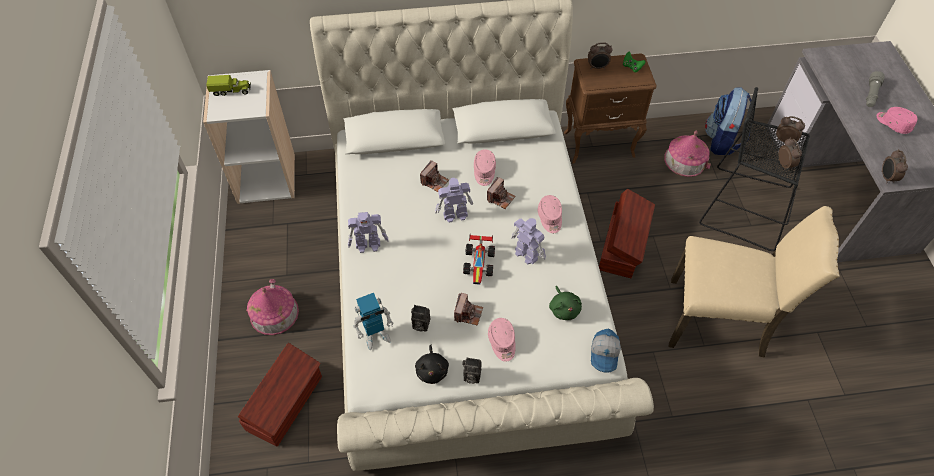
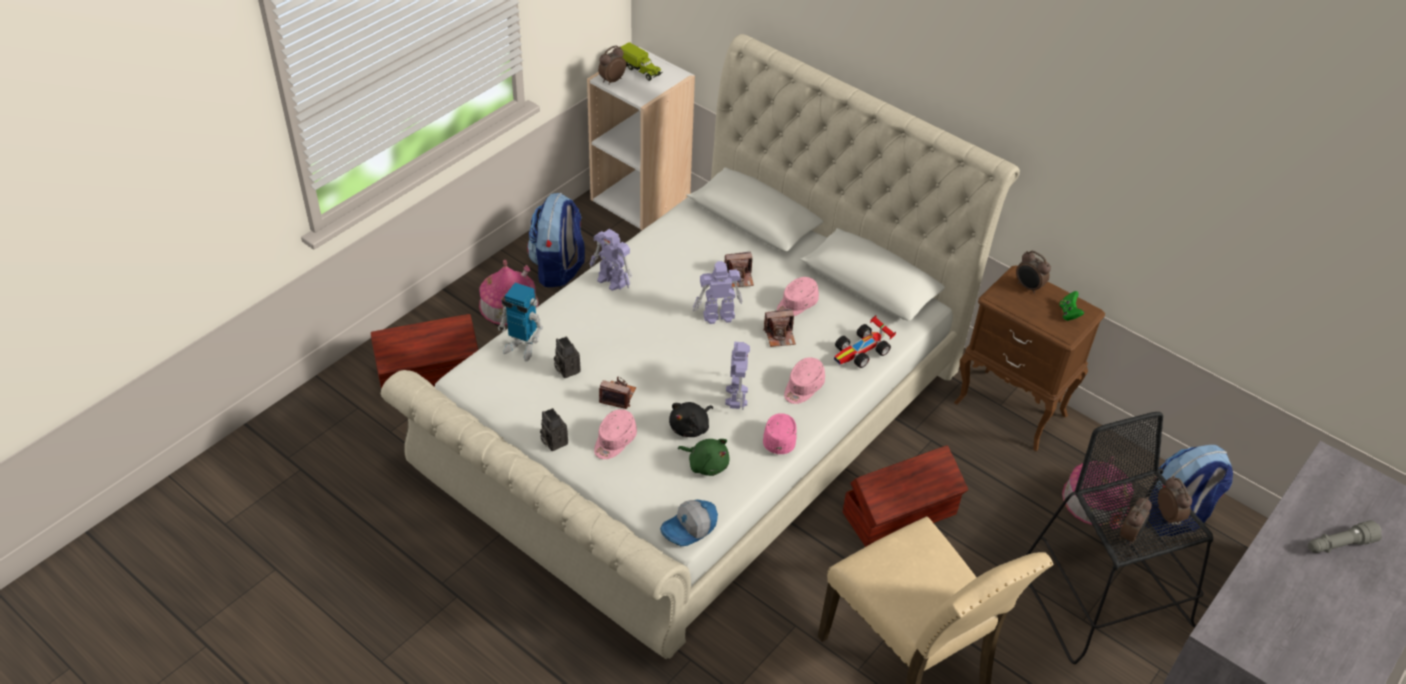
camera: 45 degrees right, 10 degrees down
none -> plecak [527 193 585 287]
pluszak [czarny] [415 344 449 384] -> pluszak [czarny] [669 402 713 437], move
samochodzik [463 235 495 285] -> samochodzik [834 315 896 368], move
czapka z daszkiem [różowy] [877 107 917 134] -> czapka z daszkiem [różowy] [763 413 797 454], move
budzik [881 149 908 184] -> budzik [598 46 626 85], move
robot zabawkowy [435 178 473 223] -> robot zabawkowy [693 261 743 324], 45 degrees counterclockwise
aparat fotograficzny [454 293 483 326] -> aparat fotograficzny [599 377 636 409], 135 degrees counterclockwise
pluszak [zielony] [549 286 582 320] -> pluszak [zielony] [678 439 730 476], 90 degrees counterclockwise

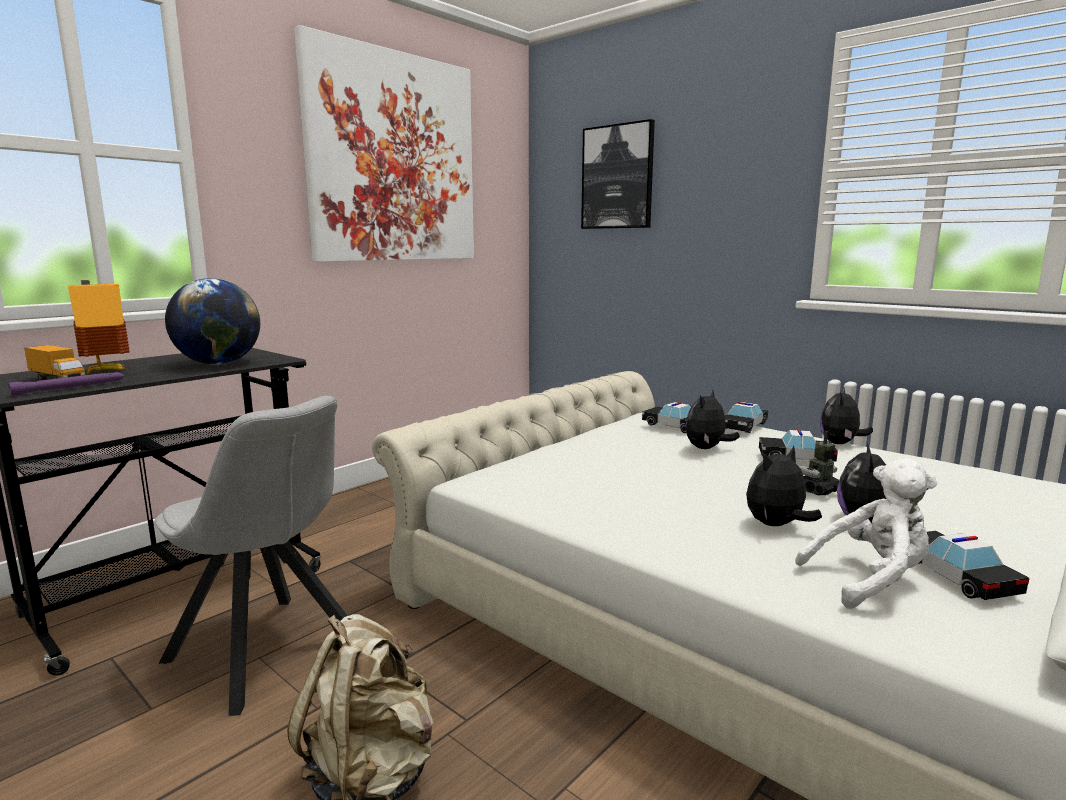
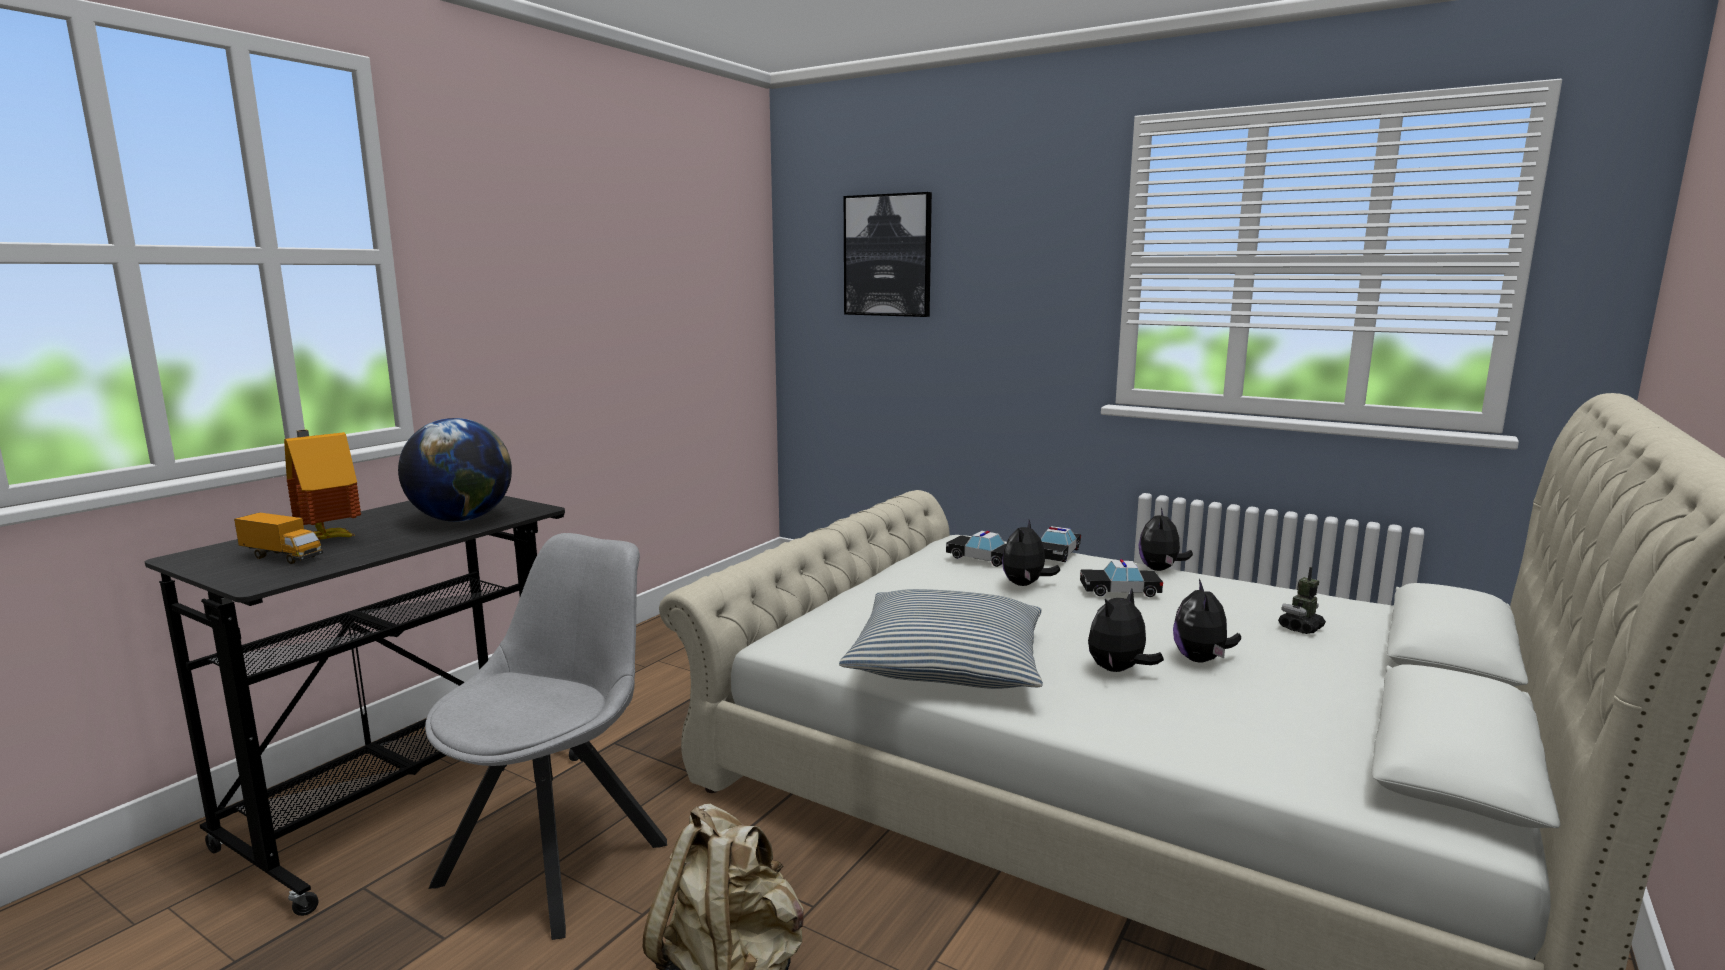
camera: 10 degrees left, 0 degrees up
latarka [fioletowy] [8 372 124 396] -> none
obraz [294 25 474 262] -> none
pluszak [biały] [795 458 937 609] -> none
samochodzik [918 531 1029 600] -> none
none -> poduszka [839 589 1043 689]
robot zabawkowy [799 431 839 496] -> robot zabawkowy [1278 567 1326 634], move
krzesło [szary] [155 396 350 716] -> krzesło [szary] [425 533 667 940], 90 degrees counterclockwise

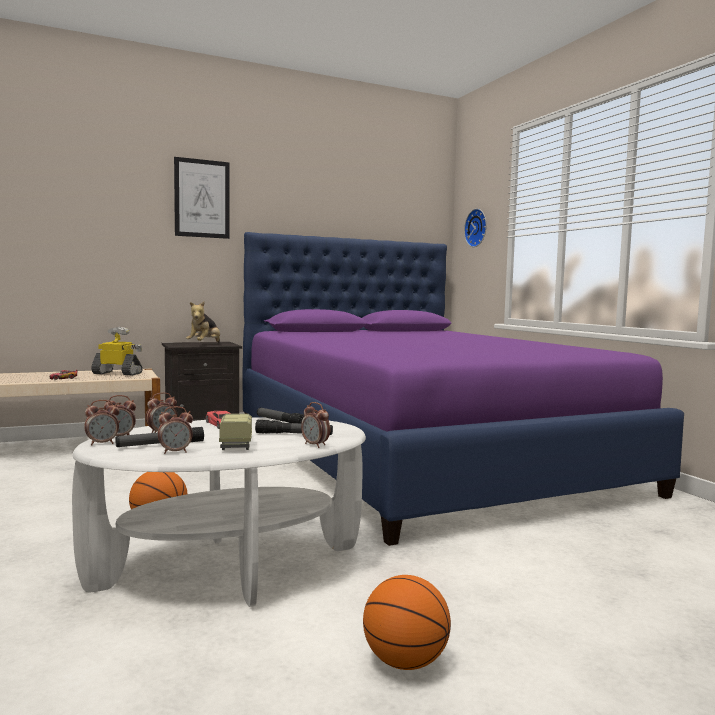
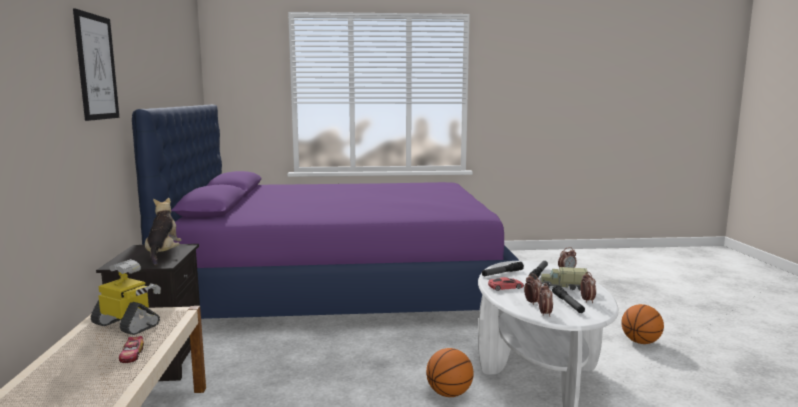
camera: 70 degrees left, 5 degrees up
budzik [84 400 119 445] -> none
zegar ścienny [464 209 487 247] -> none
robot zabawkowy [91 327 142 375] -> robot zabawkowy [91 259 161 335], 90 degrees clockwise
pluszak [186 301 220 343] -> pluszak [145 198 182 265], 135 degrees counterclockwise

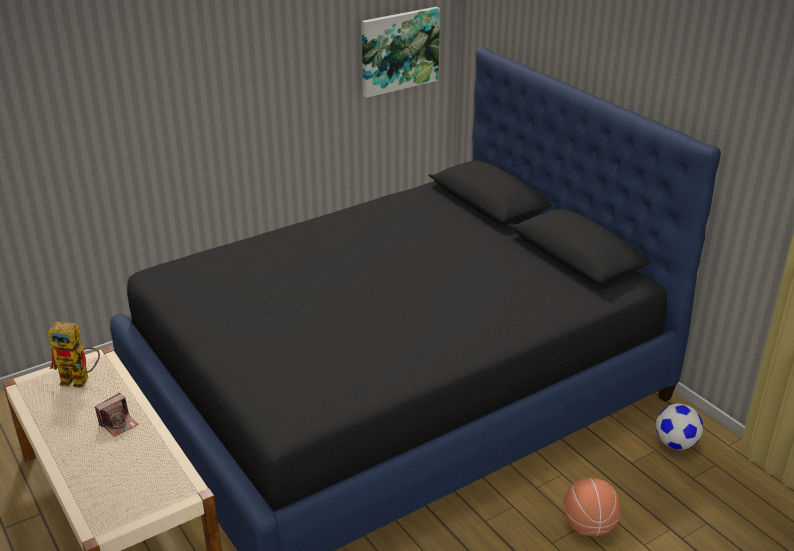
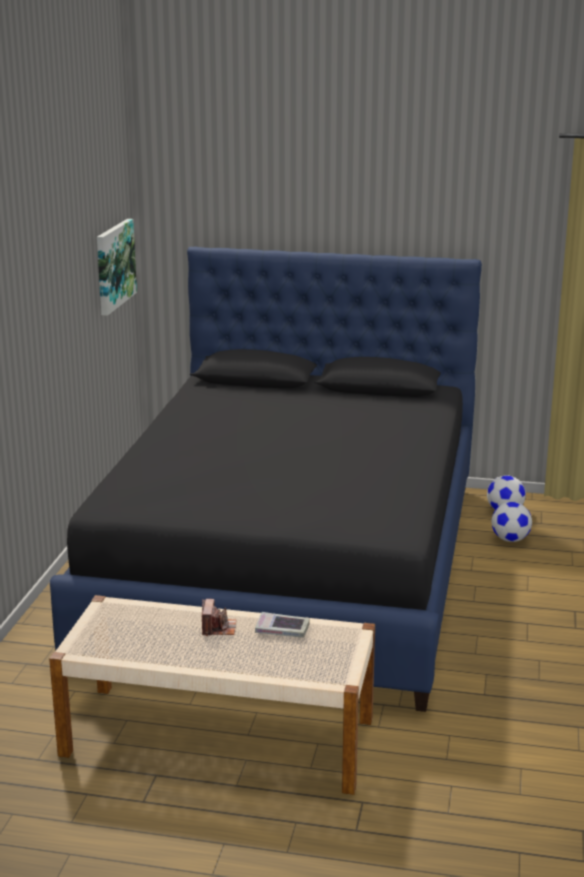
camera: 45 degrees left, 10 degrees down
robot zabawkowy [48 322 100 388] -> none
piłka do koszykówki [564 478 621 536] -> none
none -> książka [255 612 310 638]
none -> piłka futbolowa [491 502 532 542]

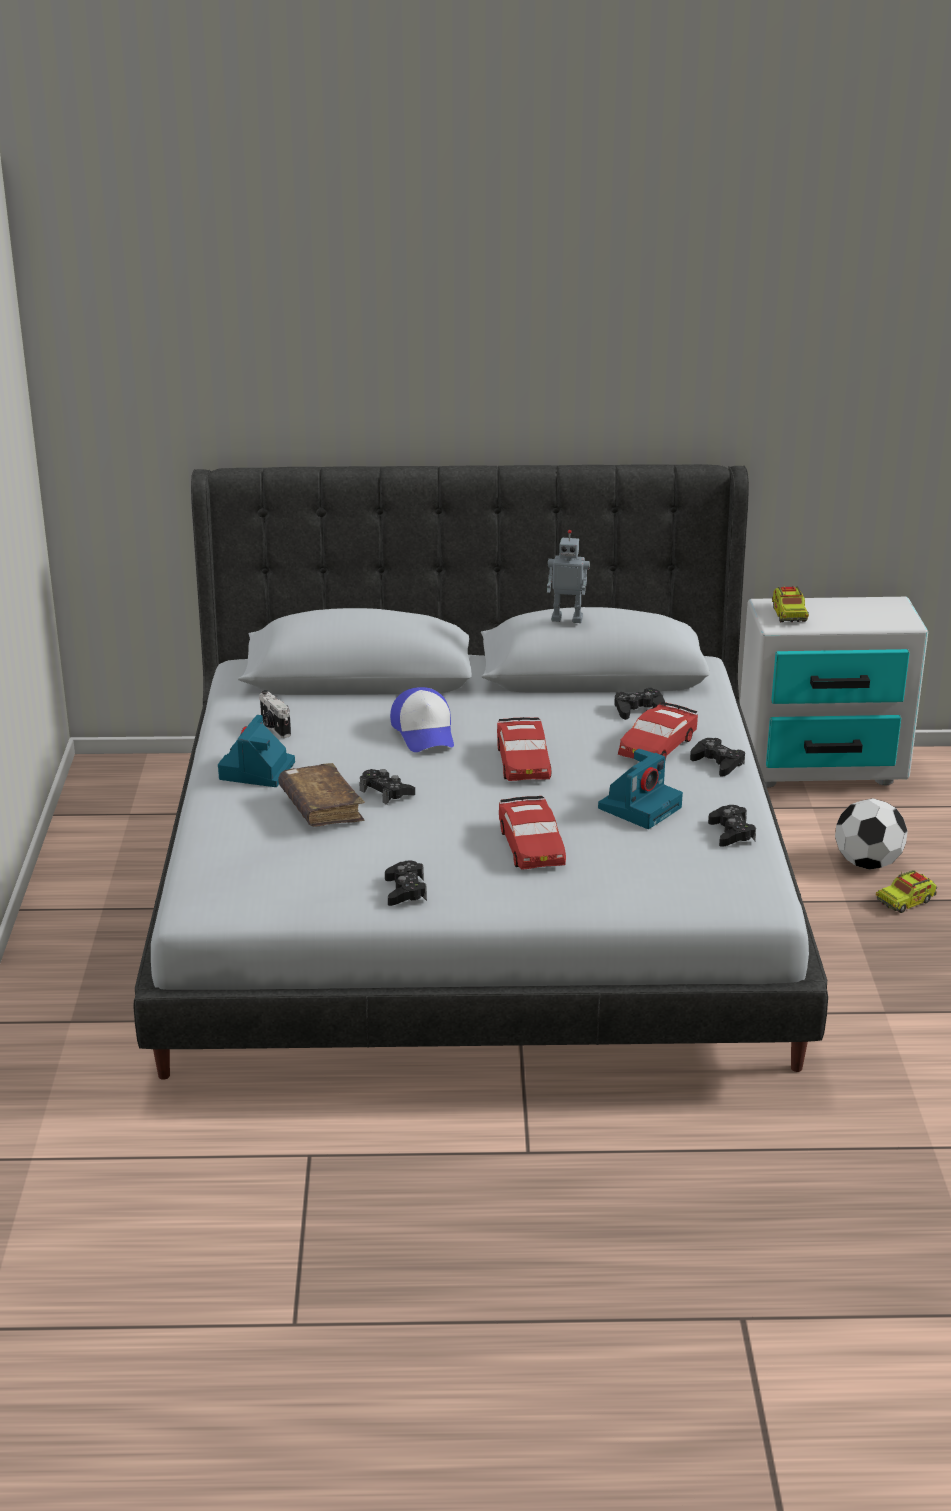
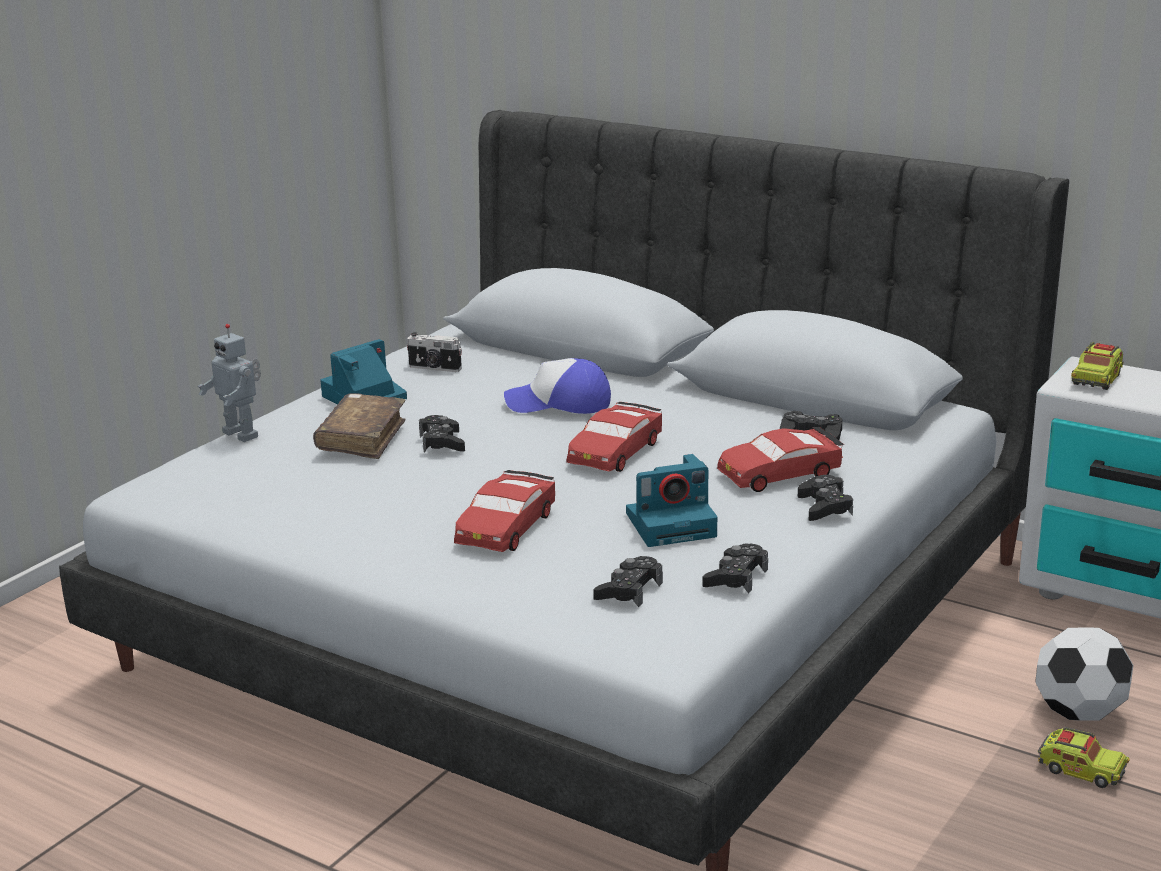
camera: 35 degrees right, 5 degrees down
pad do gier [czarny] [385 860 427 906] -> pad do gier [czarny] [593 556 663 607], move
robot zabawkowy [547 530 590 623] -> robot zabawkowy [198 324 261 442], move
aparat fotograficzny [259 690 291 738] -> aparat fotograficzny [407 332 462 372], 75 degrees counterclockwise
czapka z daszkiem [390 687 454 752] -> czapka z daszkiem [504 358 611 414], 75 degrees clockwise
ciężarówka zabawkowa [876 870 937 913] -> ciężarówka zabawkowa [1038 727 1130 788], 150 degrees counterclockwise

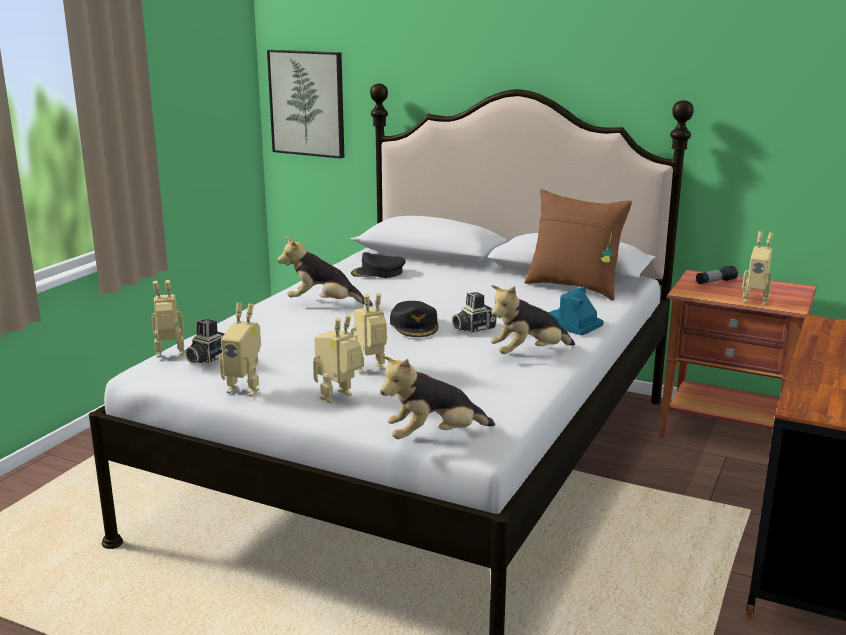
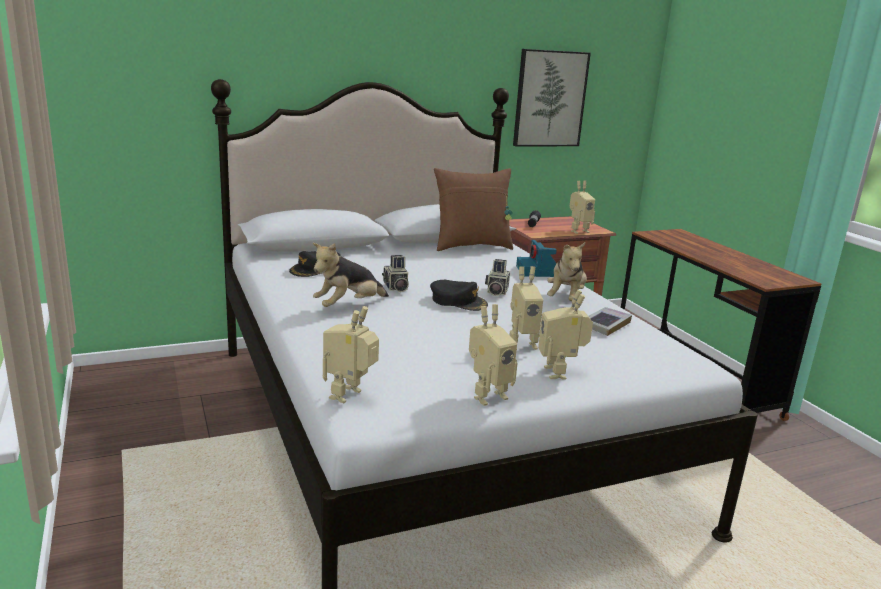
camera: 50 degrees left, 0 degrees up
pluszak [380 355 495 439] -> none
none -> książka [589 307 632 336]
aparat fotograficzny [185 319 225 364] -> aparat fotograficzny [382 255 409 292], move
obraz [267 50 344 158] -> obraz [513 49 591 147], move
robot zabawkowy [350 293 387 374] -> robot zabawkowy [509 266 543 350], 120 degrees counterclockwise

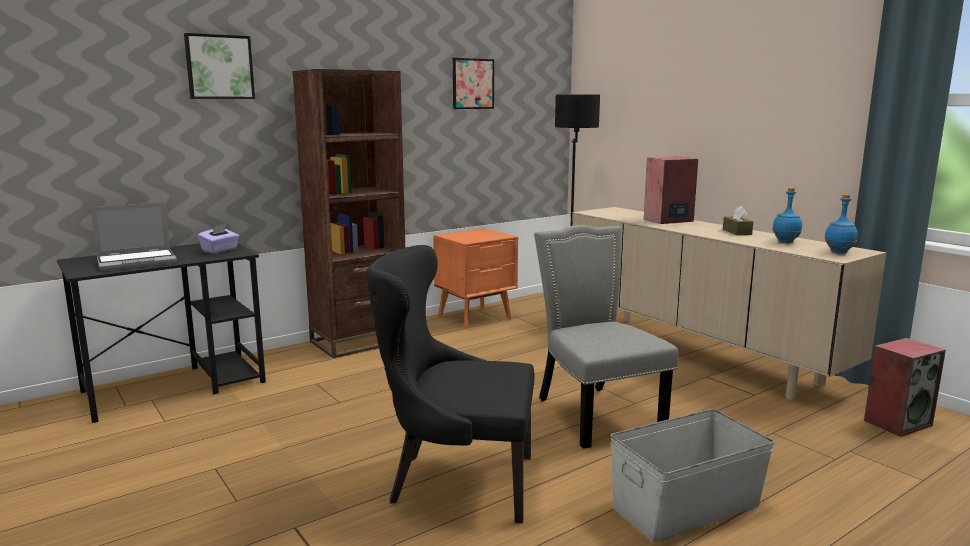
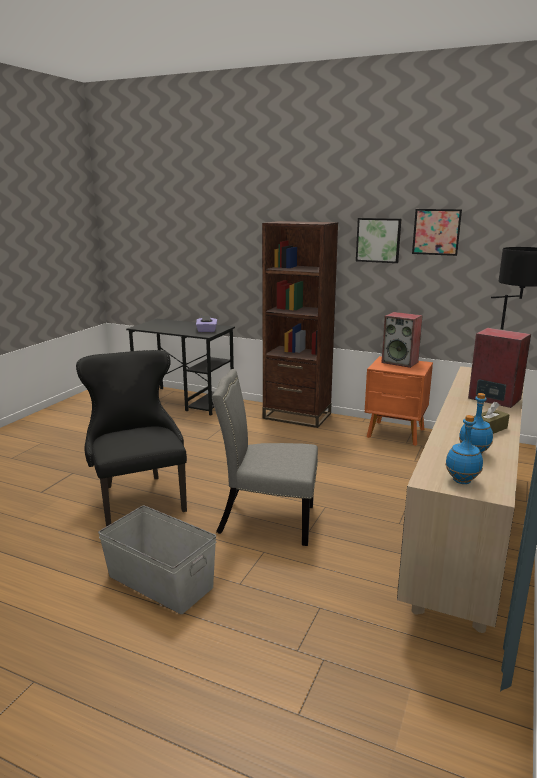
camera: 60 degrees right, 5 degrees up
laptop [90 202 177 271] -> none
obraz [184 33 255 99] -> obraz [356 218 401 263], move
głośnik [864 338 946 437] -> głośnik [382 312 423 368], move
krzesło [szary] [534 225 678 449] -> krzesło [szary] [212 369 318 546], 120 degrees counterclockwise

